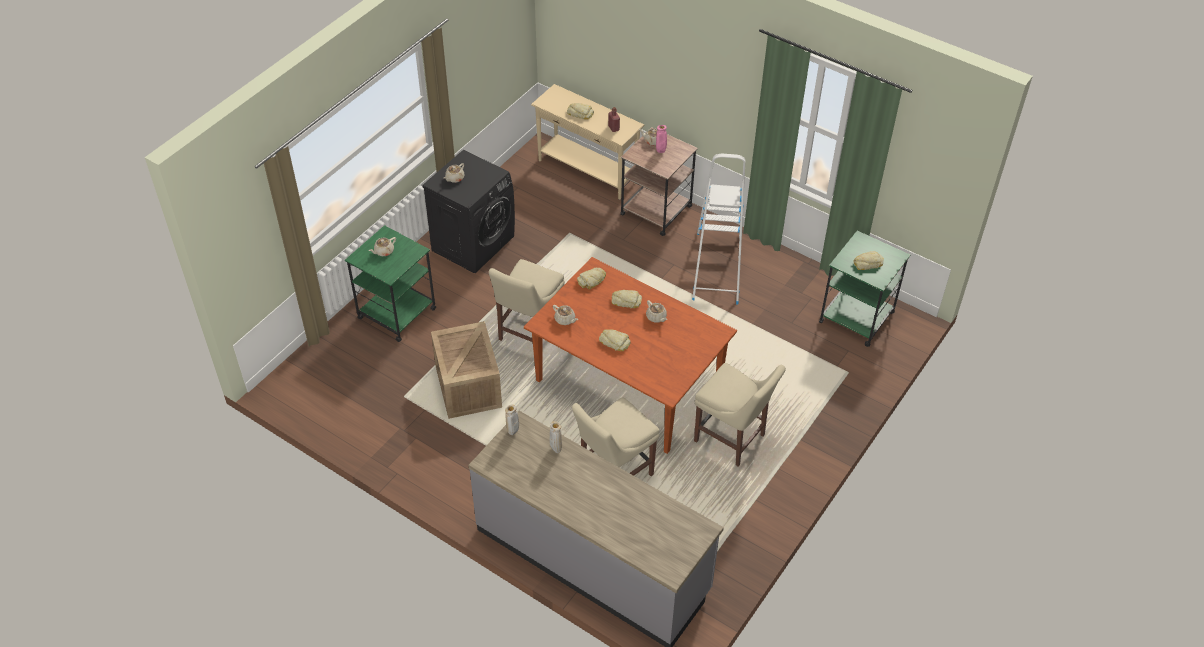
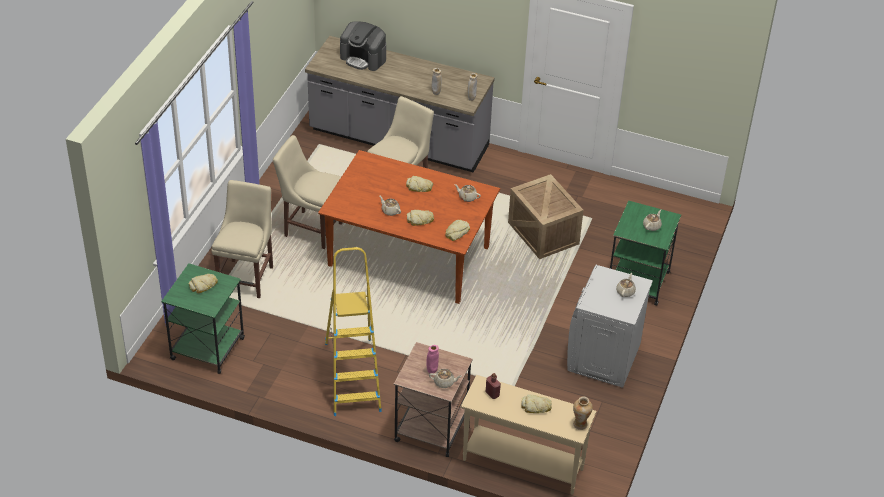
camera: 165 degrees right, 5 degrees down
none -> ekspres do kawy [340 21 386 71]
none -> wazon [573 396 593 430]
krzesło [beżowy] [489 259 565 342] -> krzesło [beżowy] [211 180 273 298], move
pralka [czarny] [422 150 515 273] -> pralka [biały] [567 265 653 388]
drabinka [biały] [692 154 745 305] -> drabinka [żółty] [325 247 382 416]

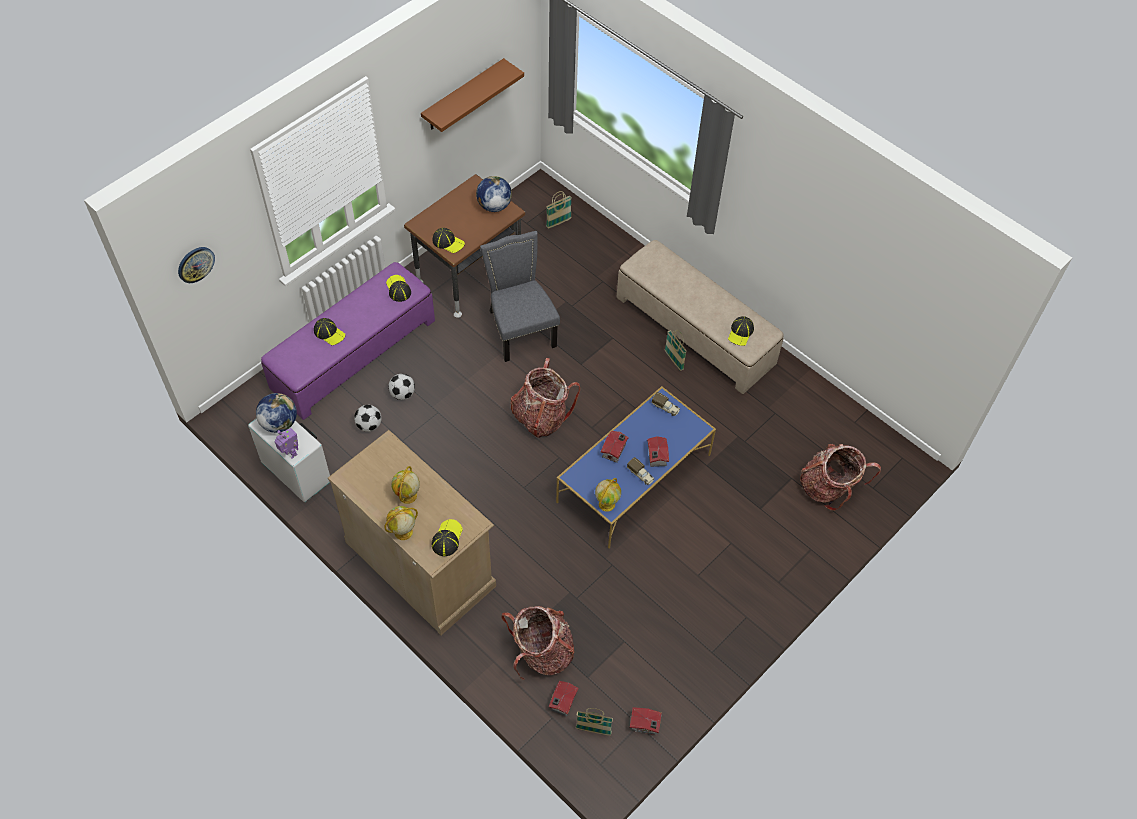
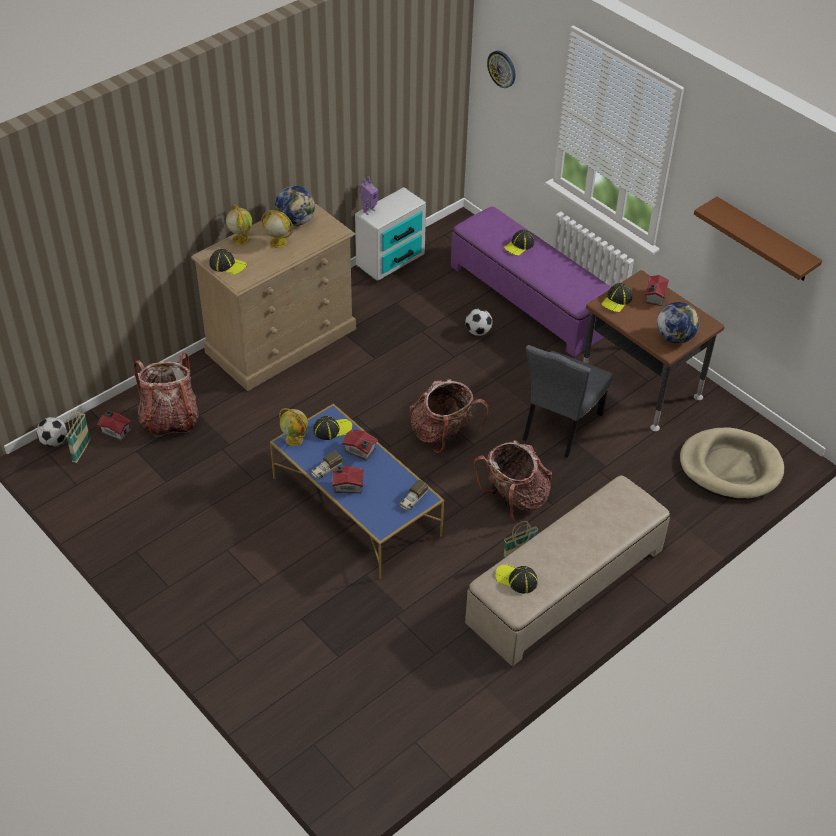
camera: 95 degrees right, 10 degrees down
globus [256 393 297 433] -> globus [275 186 315 226], move
piłka futbolowa [354 405 382 432] -> piłka futbolowa [36 417 67 447], move
czapka z daszkiem [386 275 411 302] -> czapka z daszkiem [313 416 352 440], move
domek [630 707 662 735] -> domek [645 275 669 306], move
plecak [800 444 881 511] -> plecak [474 440 552 521], move
koszyk [546 191 572 228] -> legowisko [beżowy] [679 427 784 500]
krzesło [szary] [480 231 560 362] -> krzesło [szary] [523 345 613 458], 135 degrees clockwise

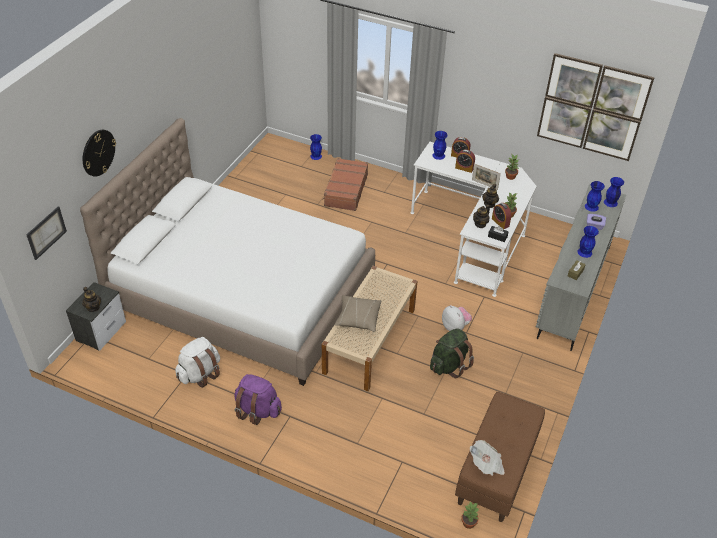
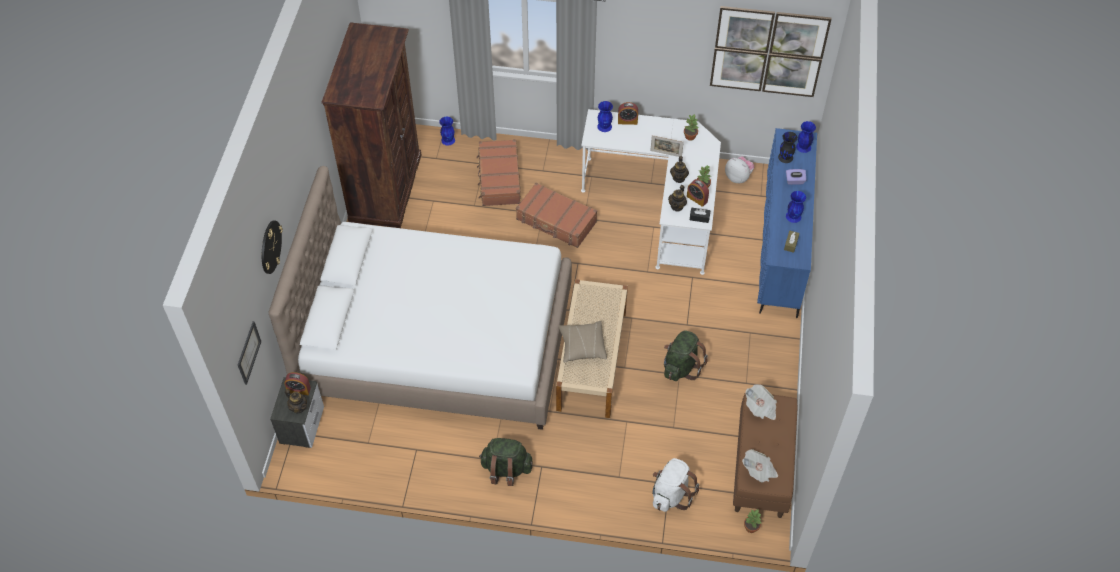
camera: 15 degrees left, 10 degrees up
none -> szafa [brązowy] [321 22 421 228]
none -> walizka [brązowy] [516 183 597 248]
none -> gazeta [745 384 777 420]
plecak [biały] [175 337 220 388] -> plecak [biały] [652 458 699 512], move
pluszak [442 305 472 331] -> pluszak [725 156 754 183], move
budzik [455 149 475 173] -> budzik [284 372 311 395], move
plecak [fioletowy] [234 374 282 425] -> plecak [zielony] [479 438 533 486]
komoda [szary] [536 184 626 351] -> komoda [niebieski] [757 128 817 318]
wazon [niebieski] [585 181 605 212] -> wazon [czarny] [778 132 798 163]

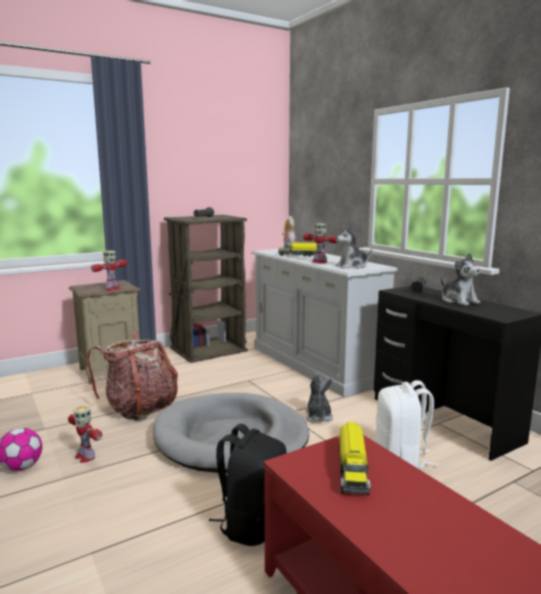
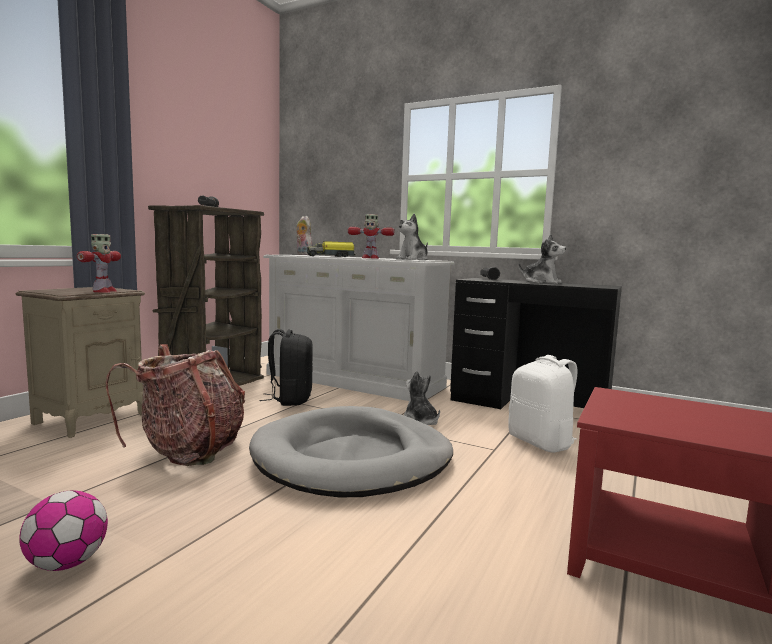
camera: 30 degrees left, 5 degrees down
robot zabawkowy [68 406 102 463] -> none
ciężarówka zabawkowa [339 422 371 495] -> none
plecak [czarny] [209 424 287 546] -> plecak [czarny] [260 329 313 406], move

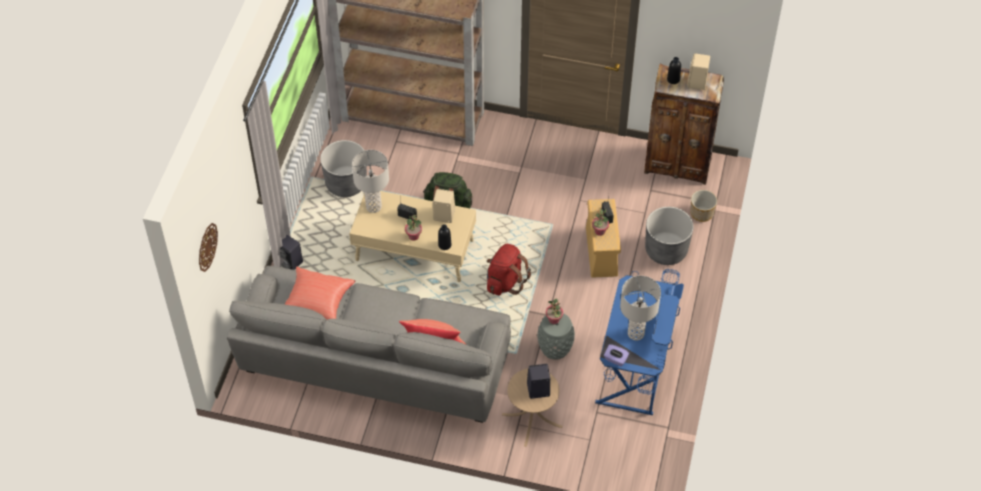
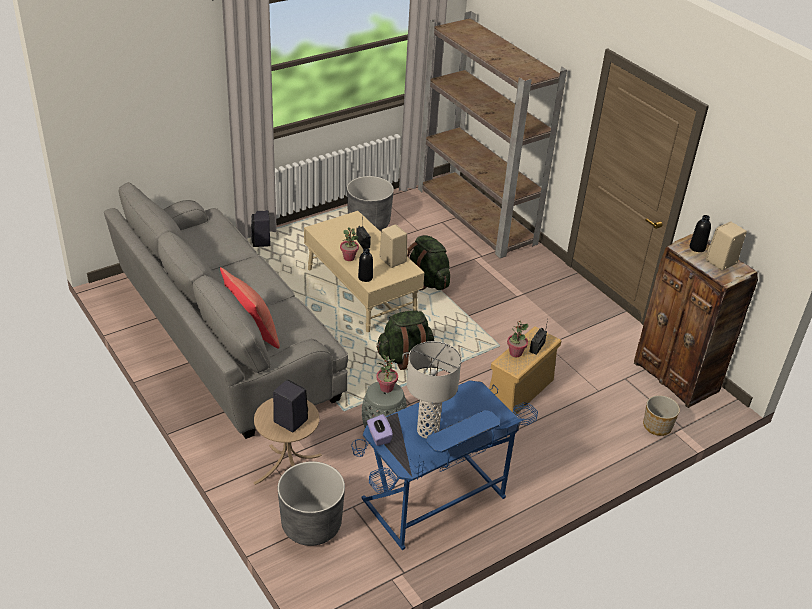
camera: 40 degrees right, 15 degrees down
zegar ścienny [199 223 218 272] -> none
poduszka [czerwony] [285 267 355 320] -> none
lampa stołowa [biały] [352 150 389 213] -> none
donica [szary] [645 207 694 265] -> donica [szary] [278 461 345 546], move
plecak [czerwony] [487 244 531 296] -> plecak [zielony] [377 310 434 370]

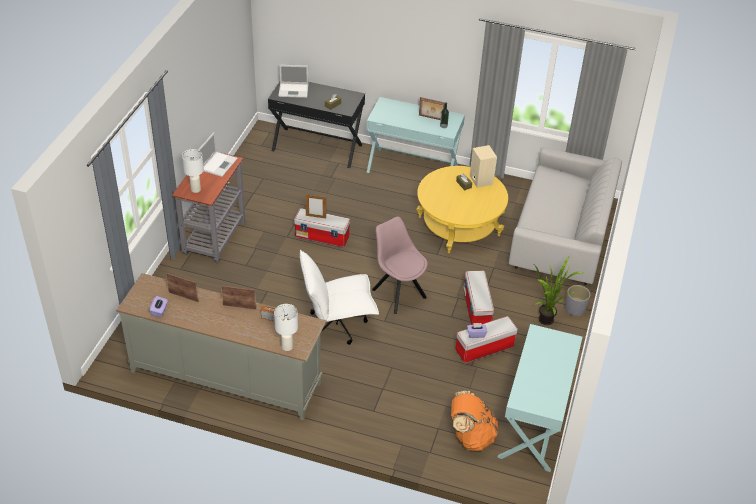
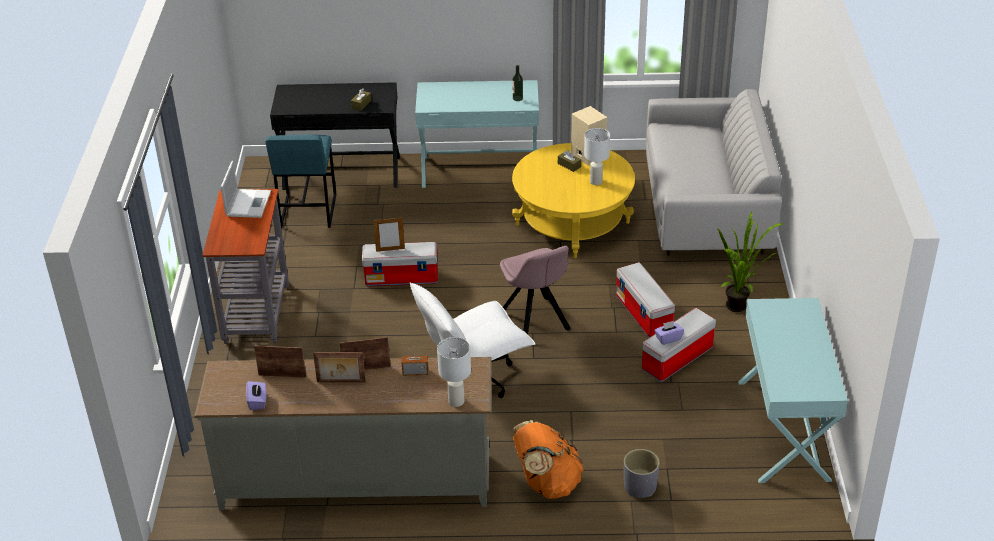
camera: 15 degrees left, 5 degrees down
laptop [278 65 308 98] -> none
none -> stołek [niebieski] [266 135 336 228]
lampa stołowa [biały] [182 149 204 193] -> lampa stołowa [biały] [584 128 610 185], move
ramka na zdjęcie [419 97 445 120] -> ramka na zdjęcie [313 352 366 382], move
plecak [pomarańczowy] [451 391 498 451] -> plecak [pomarańczowy] [513 420 584 499], move
donica [szary] [565 285 591 316] -> donica [szary] [624 449 660 498], move
krzesło [różowy] [372 217 428 314] -> krzesło [różowy] [500 246 570 335], 150 degrees counterclockwise

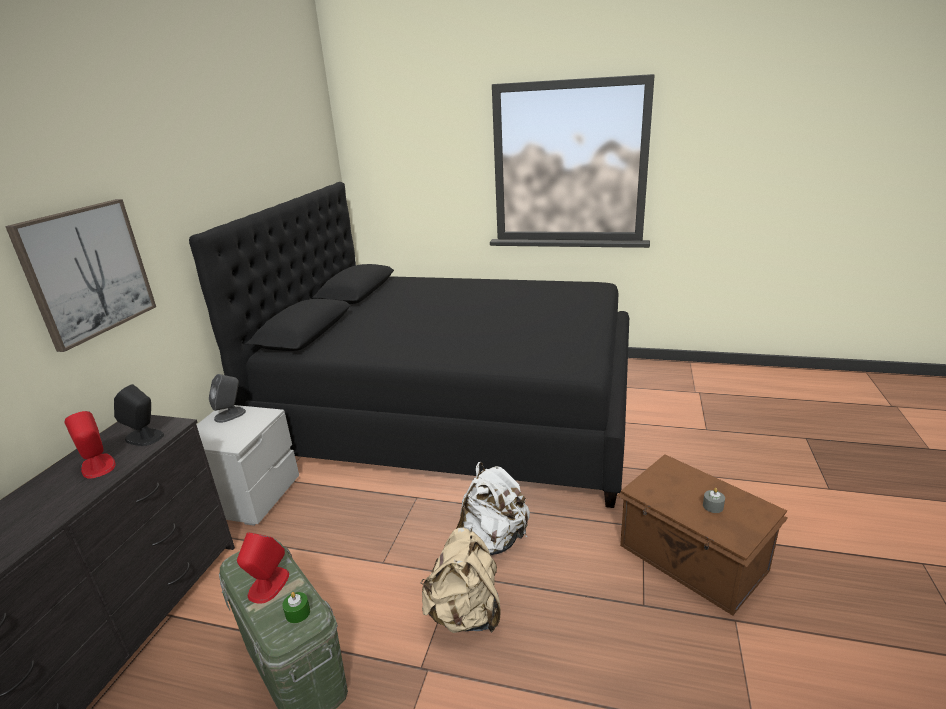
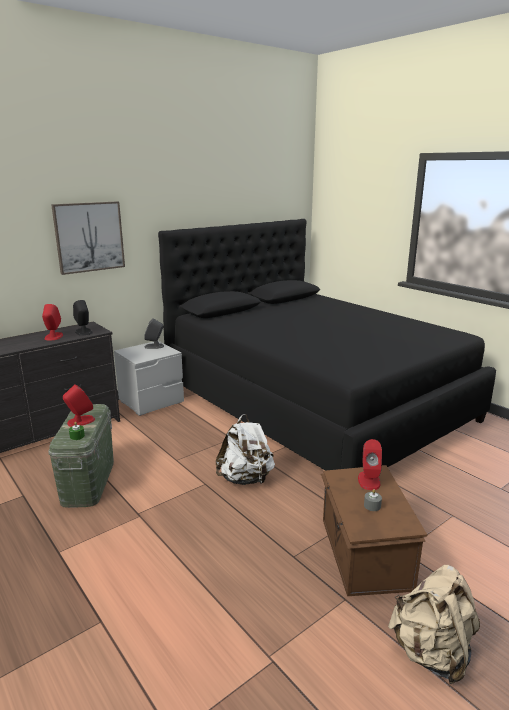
camera: 35 degrees right, 5 degrees down
none -> głośnik [czerwony] [358 439 382 490]
plecak [beżowy] [421 527 500 633] -> plecak [beżowy] [388 565 480 684], move

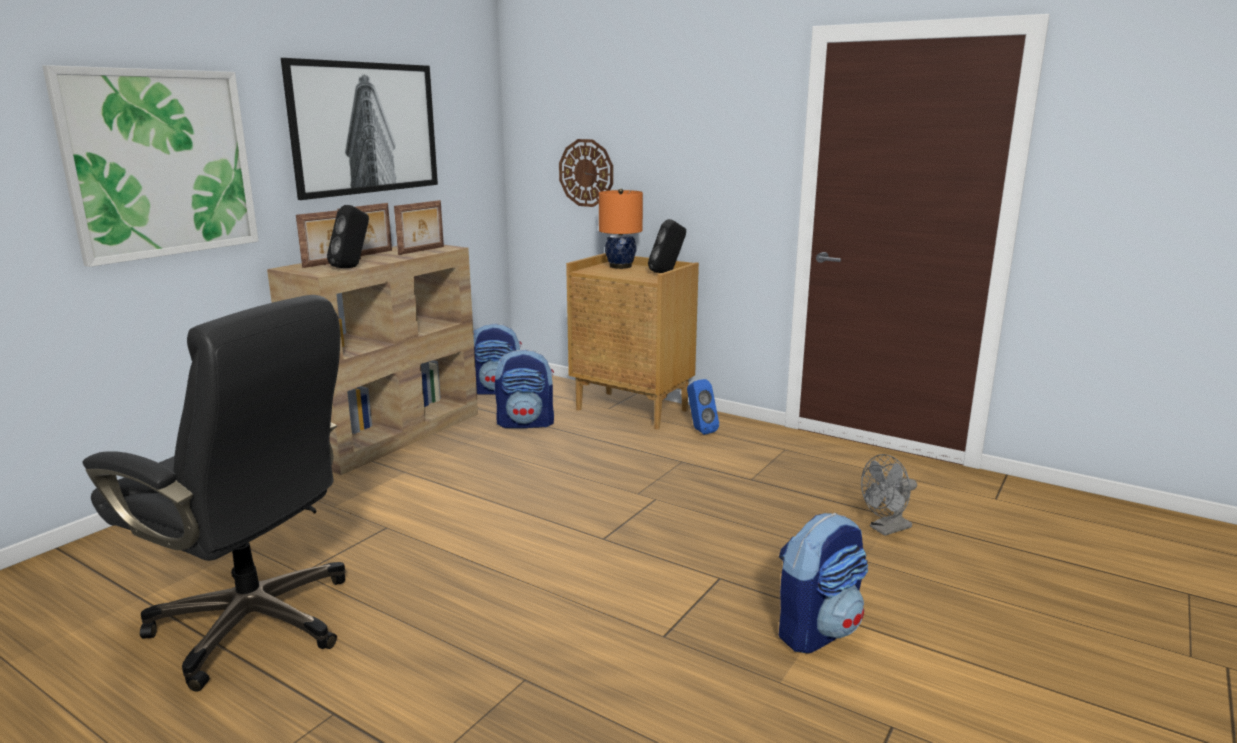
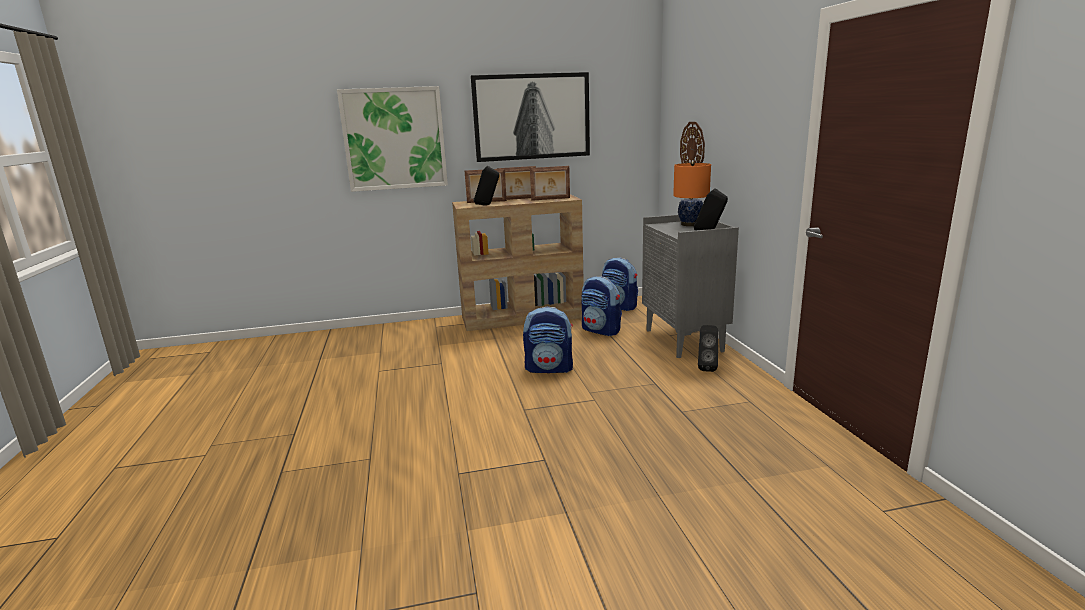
camera: 45 degrees right, 0 degrees up
krzesło biurowe [czarny] [82 295 345 692] -> none
wentylator [szary] [861 454 917 536] -> none
plecak [779 513 869 653] -> plecak [523 307 573 373], move
szafka [brązowy] [566 253 699 429] -> szafka [szary] [642 214 739 358]
głośnik [niebieski] [687 379 719 435] -> głośnik [czarny] [698 325 718 372]

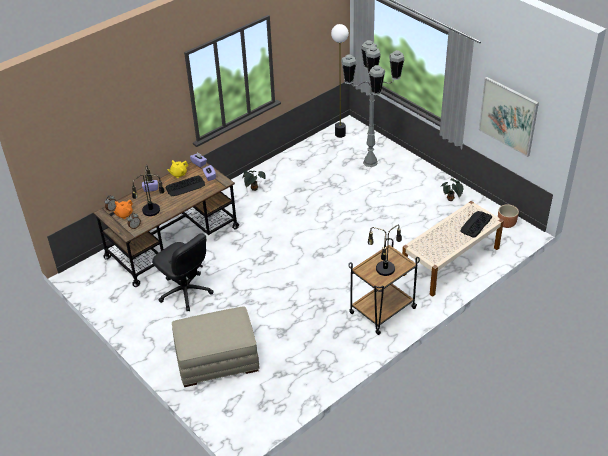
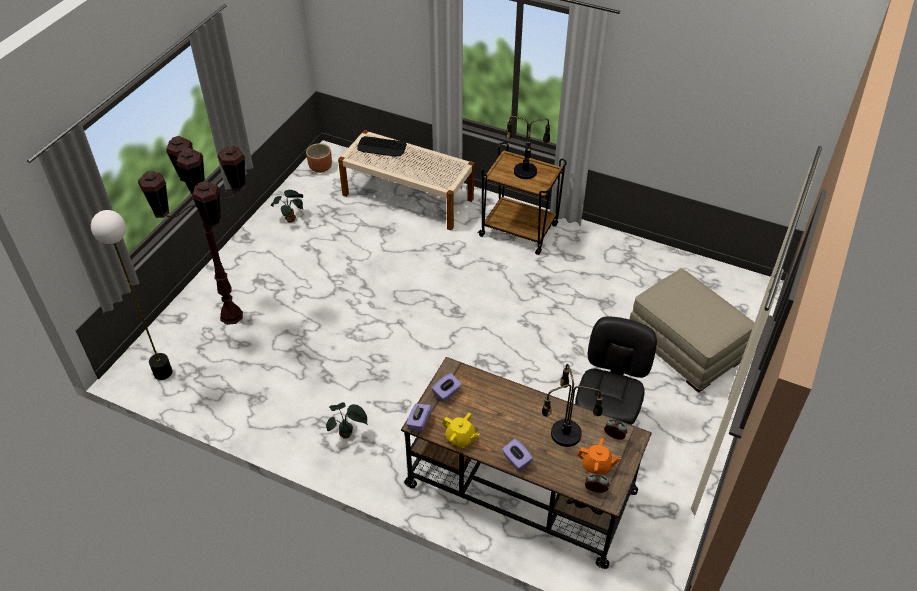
camera: 115 degrees left, 5 degrees up
klawiatura [166 176 205 196] -> none
obraz [479 77 539 157] -> none
lampa stojąca [szary] [341 40 405 167] -> lampa stojąca [brązowy] [138 136 246 325]

